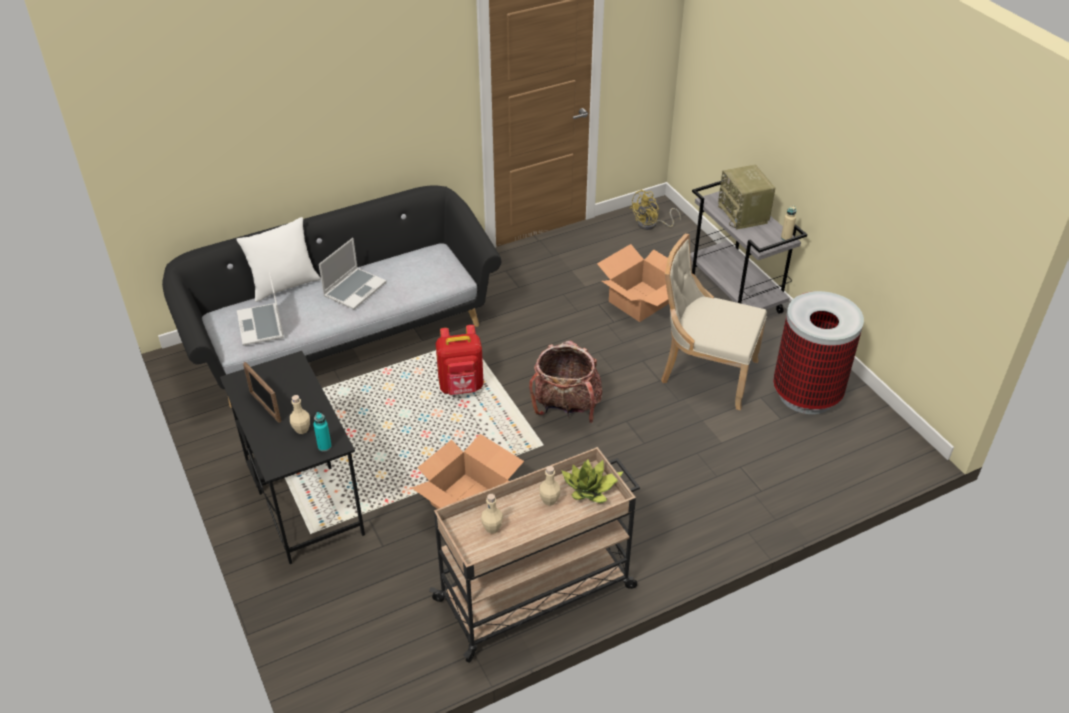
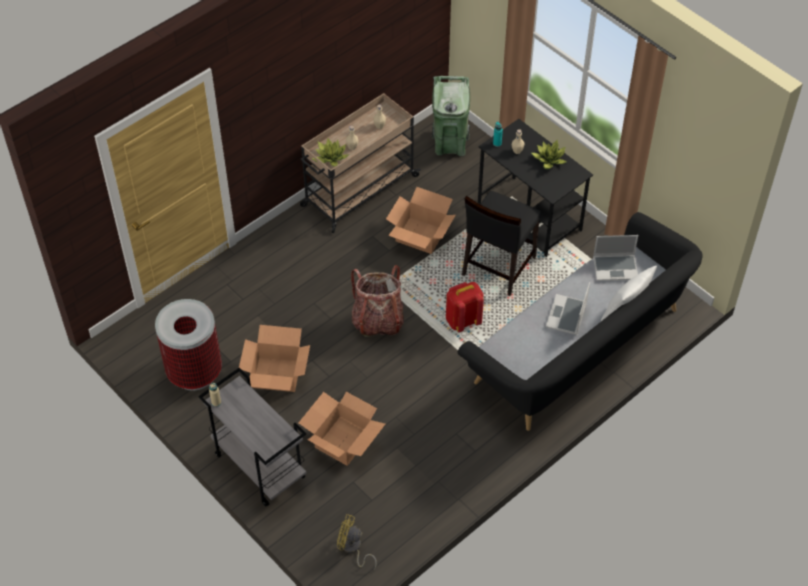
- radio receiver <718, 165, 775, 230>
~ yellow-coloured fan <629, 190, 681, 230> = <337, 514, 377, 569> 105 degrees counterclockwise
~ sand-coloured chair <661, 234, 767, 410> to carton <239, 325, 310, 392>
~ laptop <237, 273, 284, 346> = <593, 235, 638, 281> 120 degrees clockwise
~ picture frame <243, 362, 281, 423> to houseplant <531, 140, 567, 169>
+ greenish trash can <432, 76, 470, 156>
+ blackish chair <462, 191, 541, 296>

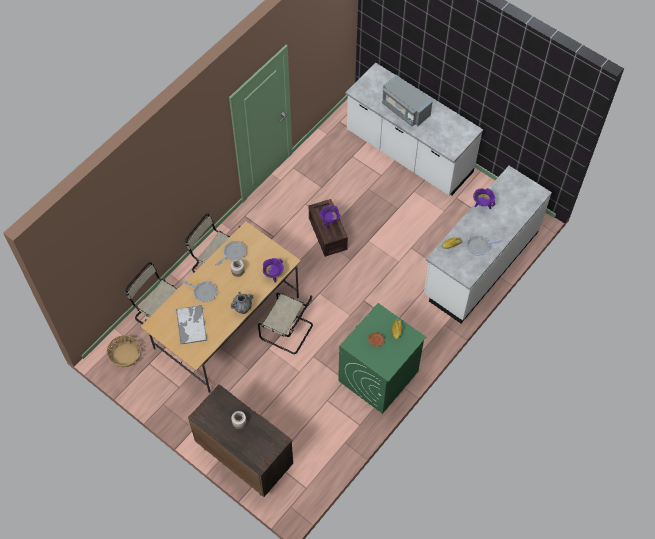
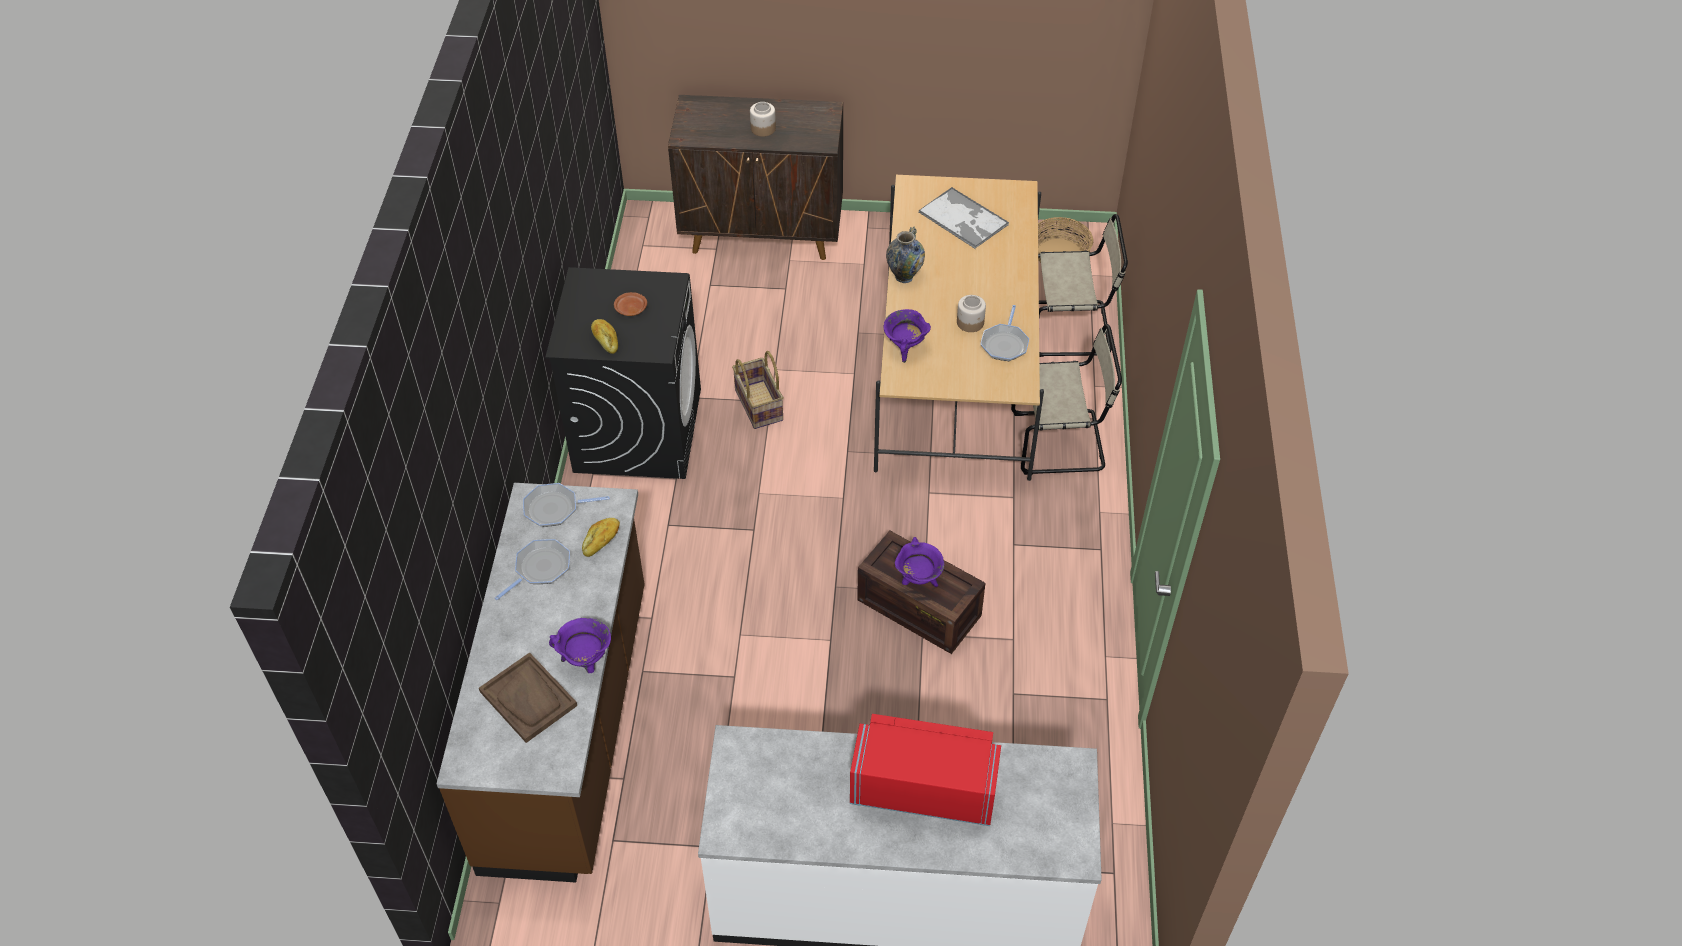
~ greyish microwave <382, 75, 432, 127> to reddish microwave <850, 714, 1001, 826>
~ whitish kitchen base unit <424, 166, 552, 323> to brown kitchen base unit <436, 483, 645, 882>
~ frying pan <183, 281, 217, 302> to <523, 483, 610, 527>
- sand-coloured chair <258, 293, 313, 354>
~ greenish laundry appliance <338, 303, 426, 414> to blackish laundry appliance <545, 267, 701, 479>
+ storage basket <732, 351, 784, 429>
+ brown tray <479, 652, 577, 743>

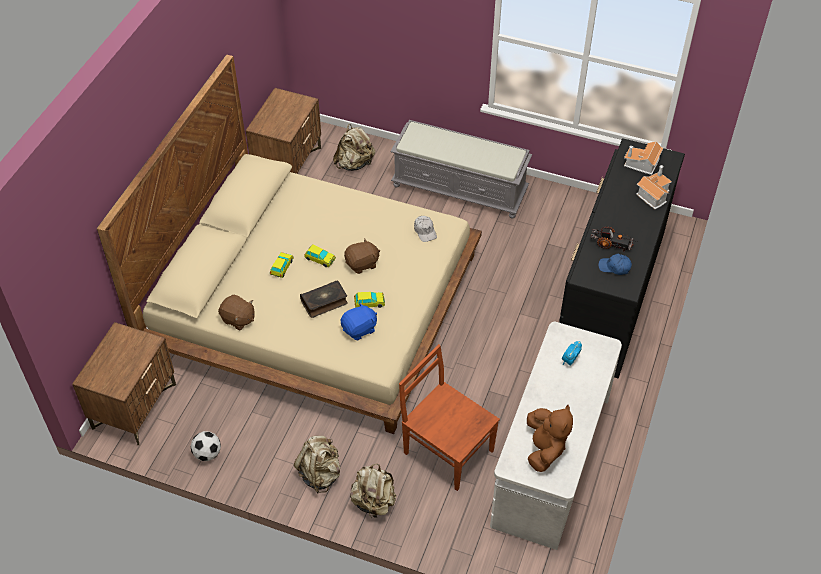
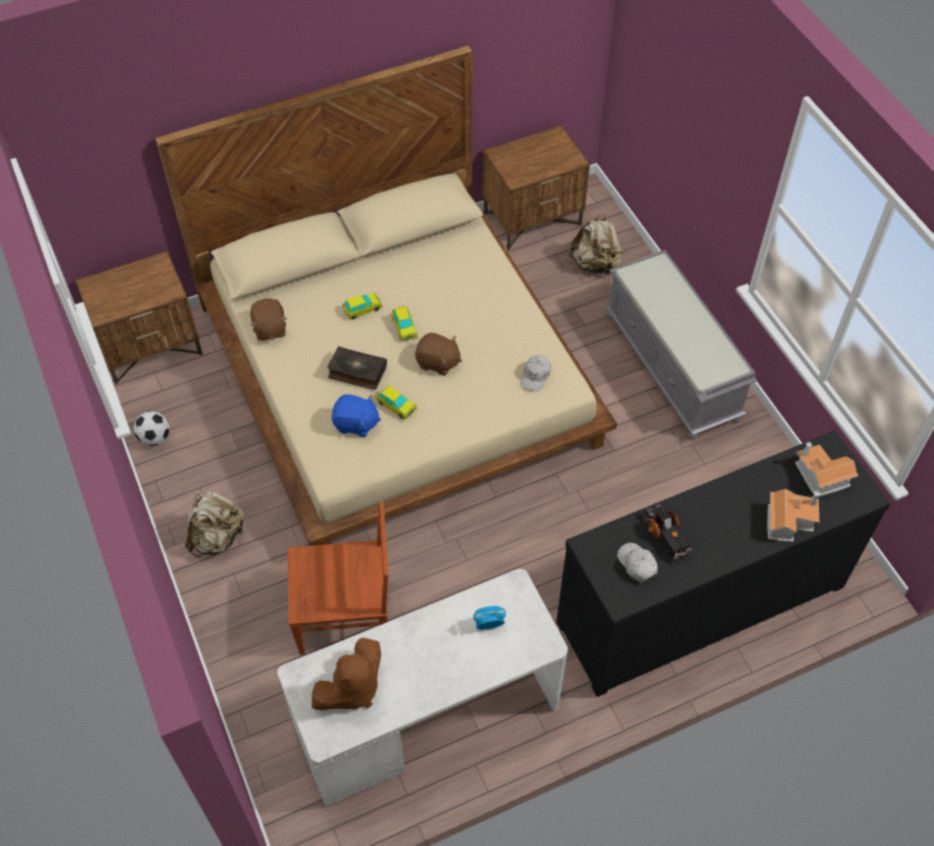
~ bluish cap <598, 254, 632, 275> to whitish cap <617, 543, 658, 583>
~ brown chair <399, 344, 500, 491> = <287, 502, 389, 655> 90 degrees clockwise
- sand-coloured rucksack <350, 464, 396, 518>

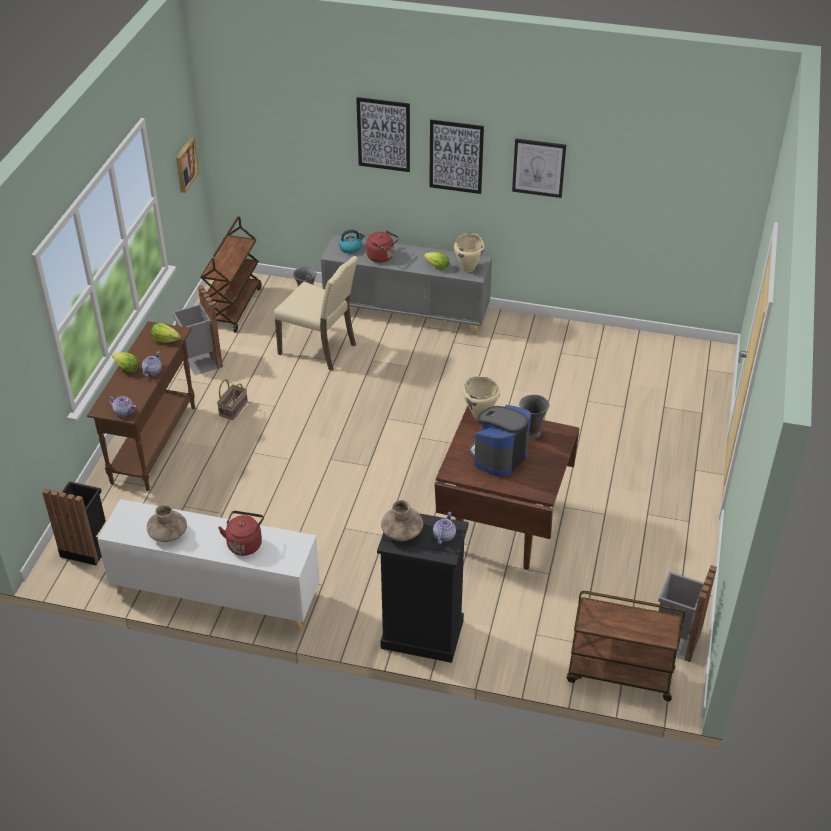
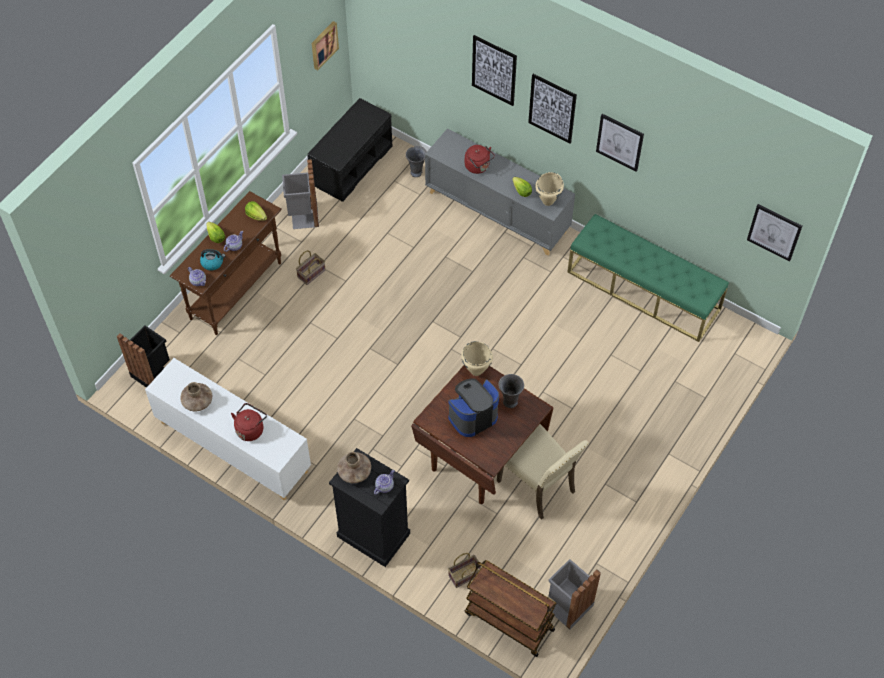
~ brown cart <200, 216, 261, 333> to blackish long seat <307, 98, 392, 202>
~ tea kettle <339, 229, 365, 254> to <200, 249, 225, 270>
~ sand-coloured chair <273, 256, 358, 371> to <497, 424, 589, 520>
+ wall art <747, 204, 802, 262>
+ greenish long seat <568, 214, 729, 342>
+ storage basket <448, 553, 482, 588>

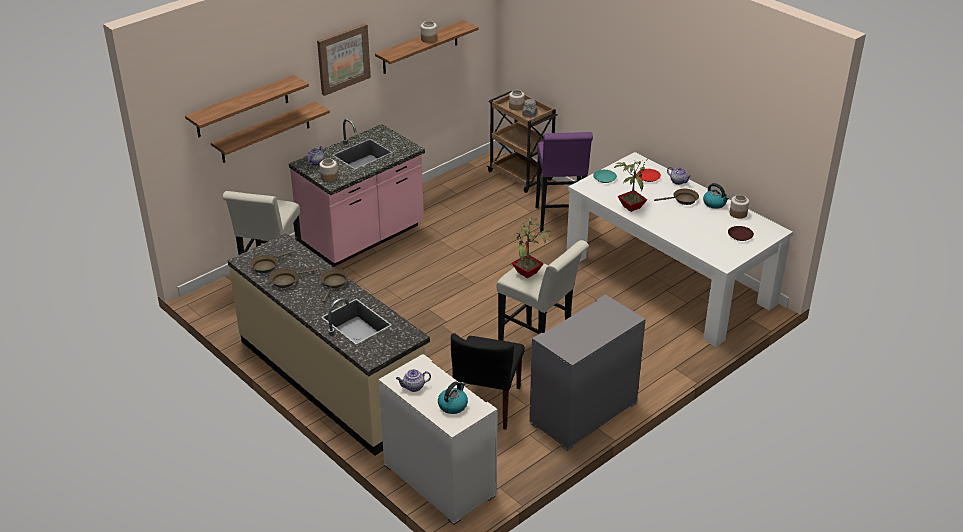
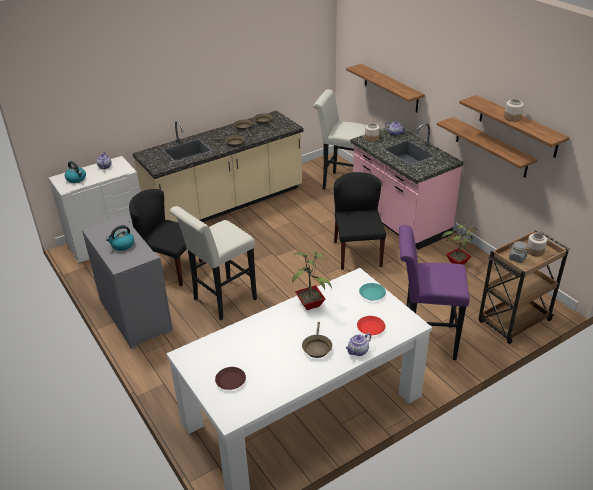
- wall art <317, 23, 371, 96>
~ shelf <185, 75, 309, 137> to <437, 117, 538, 178>
~ tea kettle <703, 183, 729, 209> to <106, 225, 134, 251>
- preserve jar <730, 195, 749, 219>
~ houseplant <512, 217, 550, 278> to <441, 222, 477, 264>
+ blackish chair <334, 172, 386, 270>

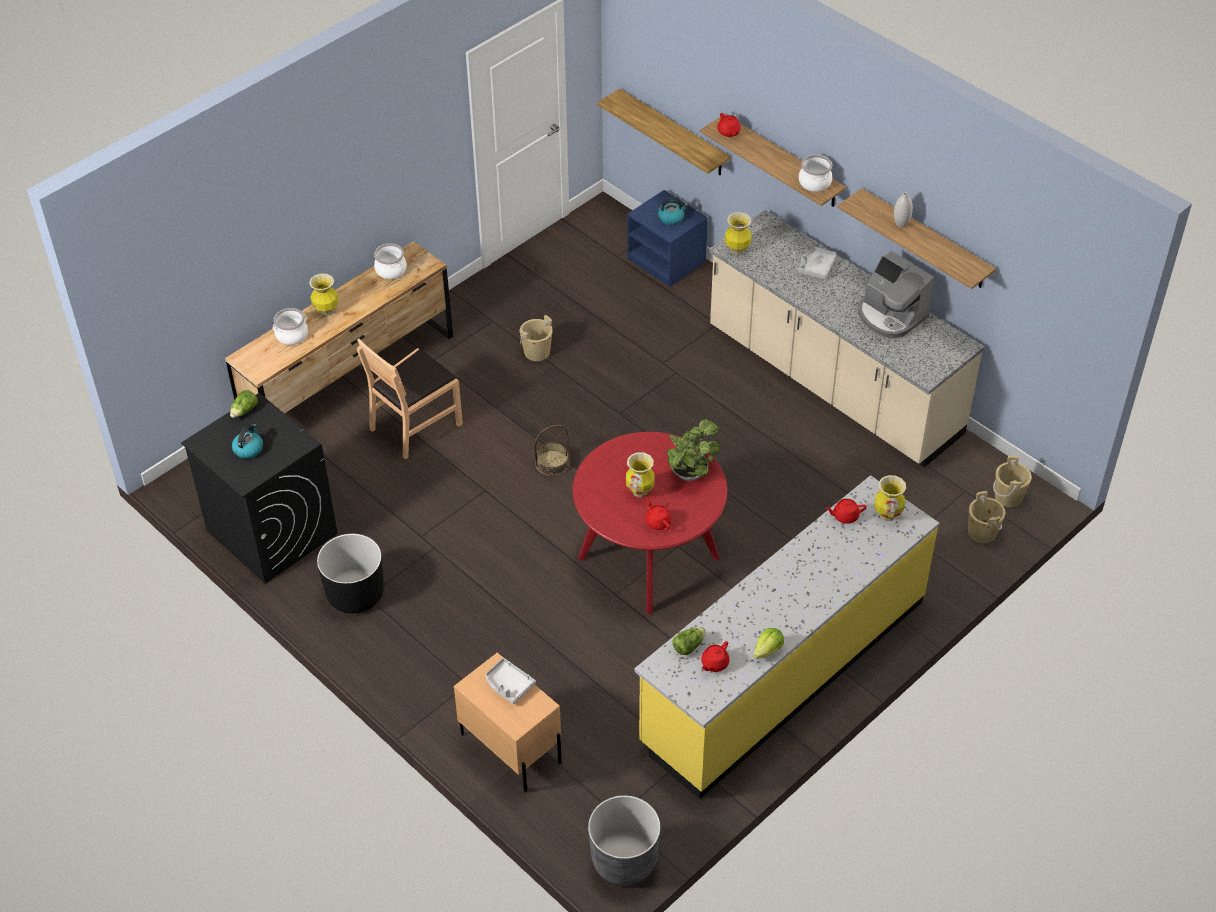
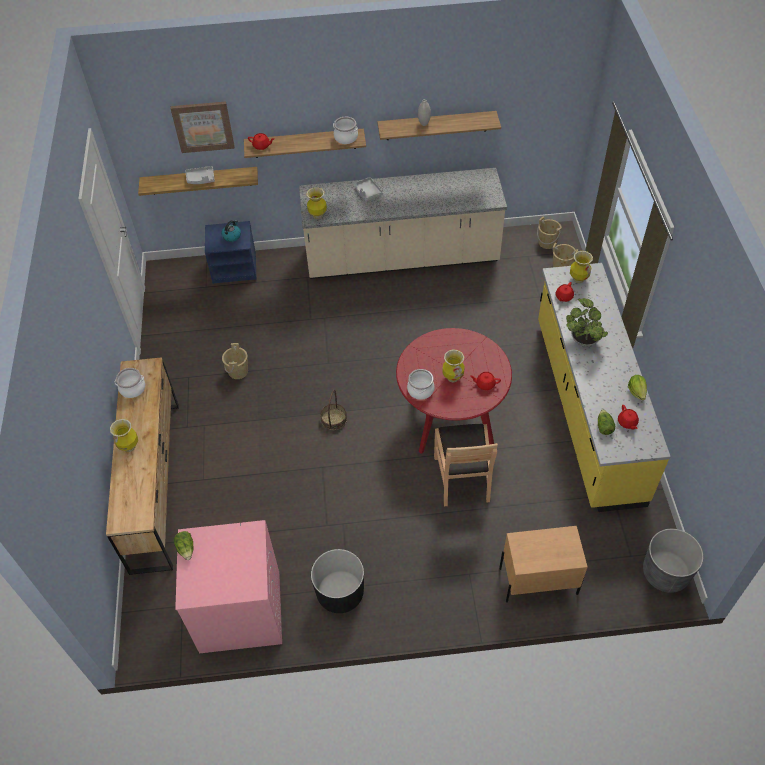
- coffee machine <858, 251, 934, 339>
~ cooking pot <273, 308, 308, 345> to <407, 369, 434, 400>
~ brown chair <357, 339, 463, 460> to <434, 424, 498, 506>
~ blackish laundry appliance <181, 393, 338, 584> to pink laundry appliance <175, 520, 282, 654>
~ houseplant <666, 419, 720, 481> to <566, 298, 608, 347>
- tea kettle <232, 424, 263, 459>
~ greyish tray <485, 658, 536, 704> to <186, 166, 215, 184>
+ wall art <171, 101, 235, 153>

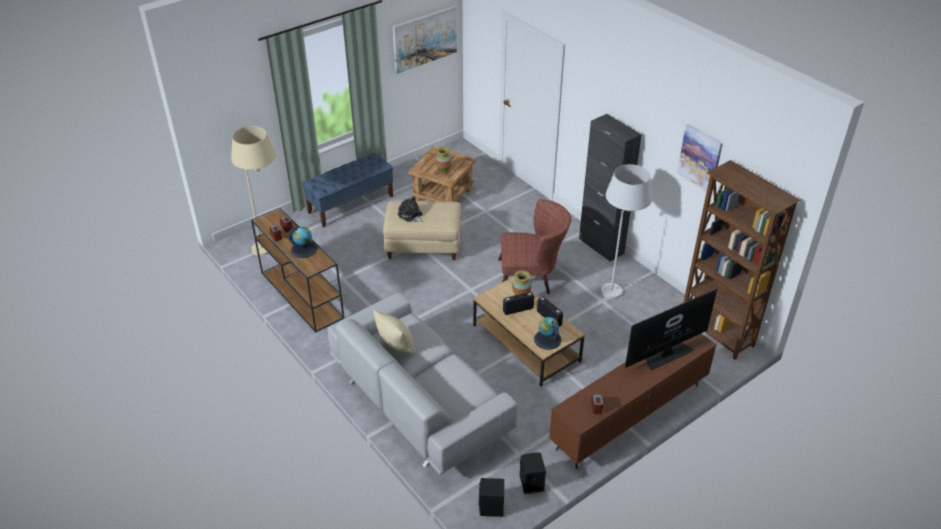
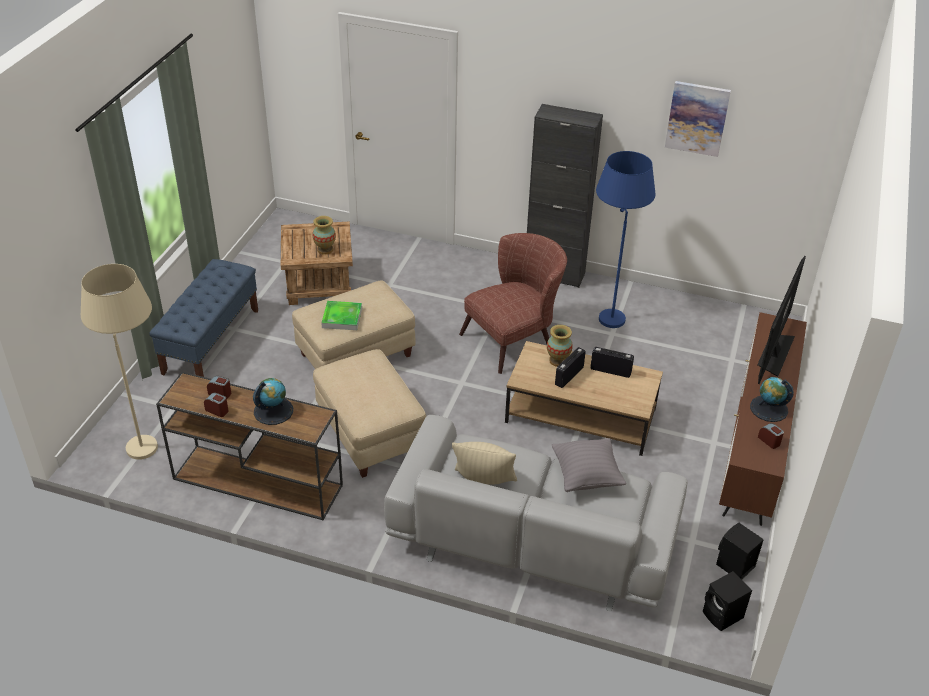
- wall art <393, 6, 457, 74>
- brown bookshelf <683, 160, 800, 360>
~ whitish standing lamp <601, 164, 653, 299> to bluish standing lamp <596, 151, 655, 328>
~ cuddly toy <398, 196, 424, 222> to tray <322, 301, 362, 330>
~ desk globe <534, 317, 562, 350> to <750, 377, 794, 422>
+ sand-coloured ottoman <313, 349, 426, 478>
+ greyish cushion <552, 438, 626, 492>

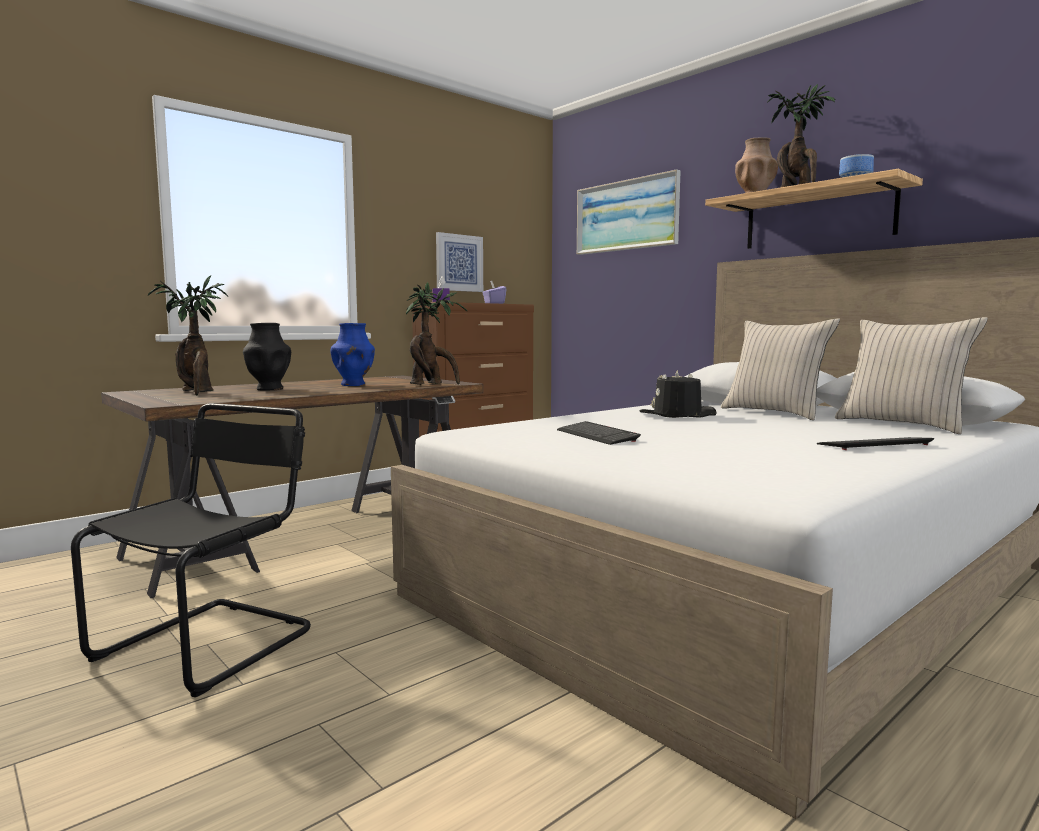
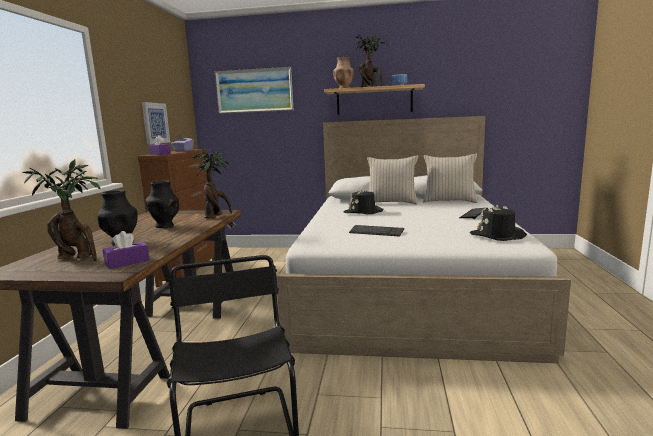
~ bluish flower vase <330, 323, 375, 386> to blackish flower vase <145, 181, 179, 228>
+ blackish hat <470, 204, 527, 241>
+ purplish box of tissues <103, 231, 150, 269>

